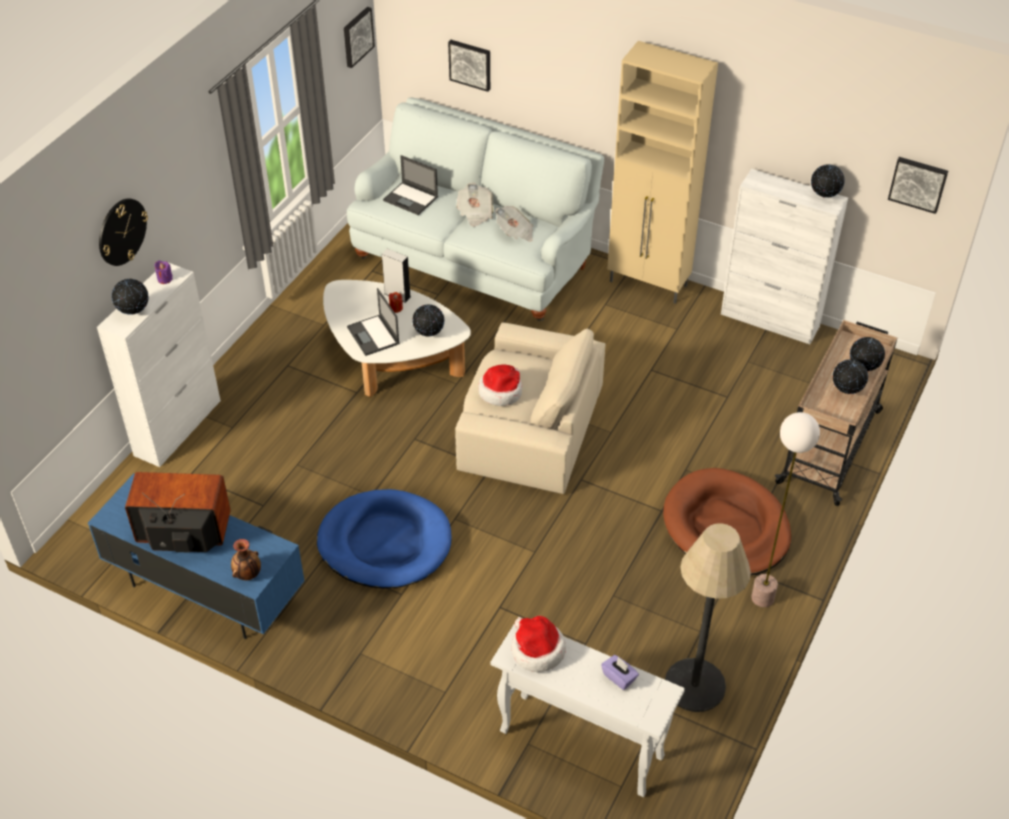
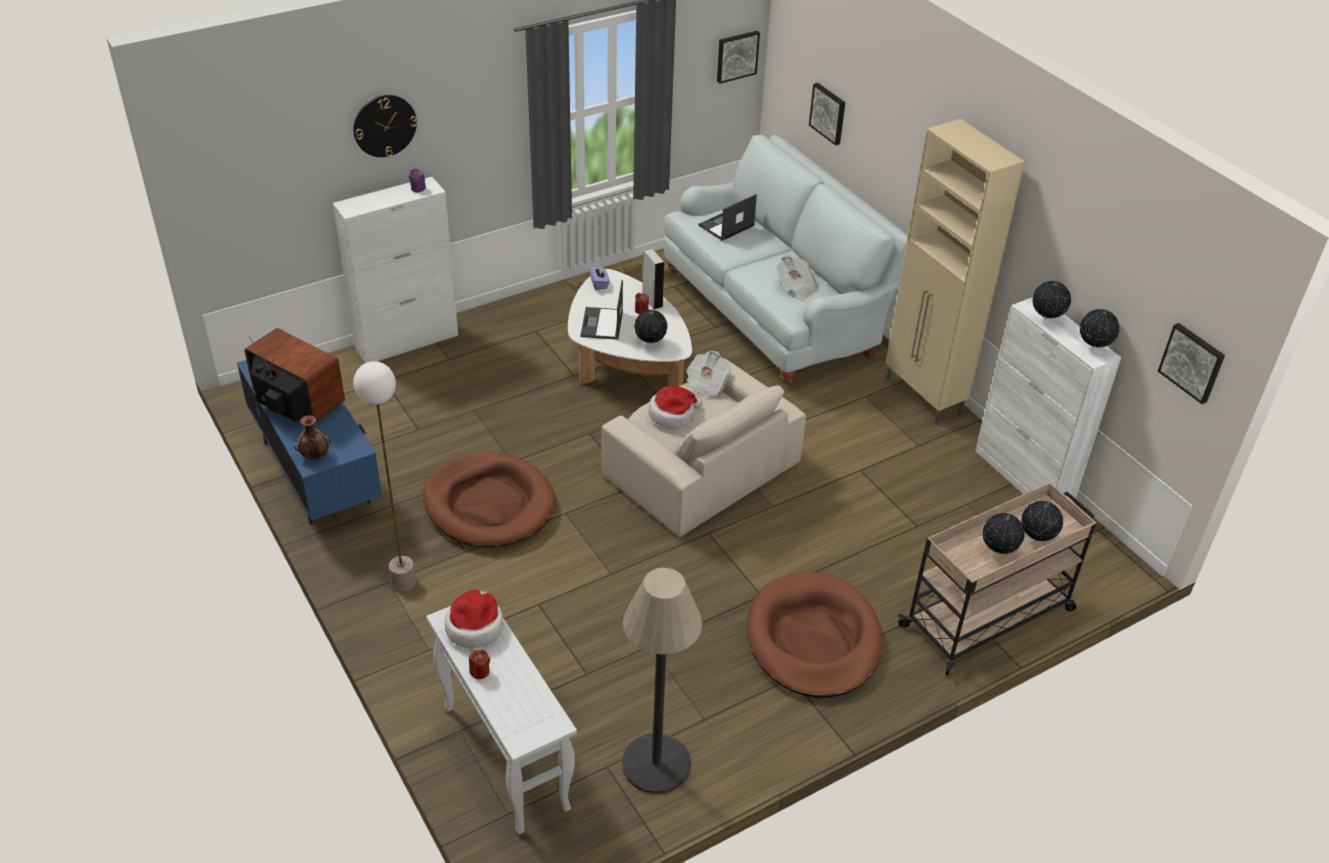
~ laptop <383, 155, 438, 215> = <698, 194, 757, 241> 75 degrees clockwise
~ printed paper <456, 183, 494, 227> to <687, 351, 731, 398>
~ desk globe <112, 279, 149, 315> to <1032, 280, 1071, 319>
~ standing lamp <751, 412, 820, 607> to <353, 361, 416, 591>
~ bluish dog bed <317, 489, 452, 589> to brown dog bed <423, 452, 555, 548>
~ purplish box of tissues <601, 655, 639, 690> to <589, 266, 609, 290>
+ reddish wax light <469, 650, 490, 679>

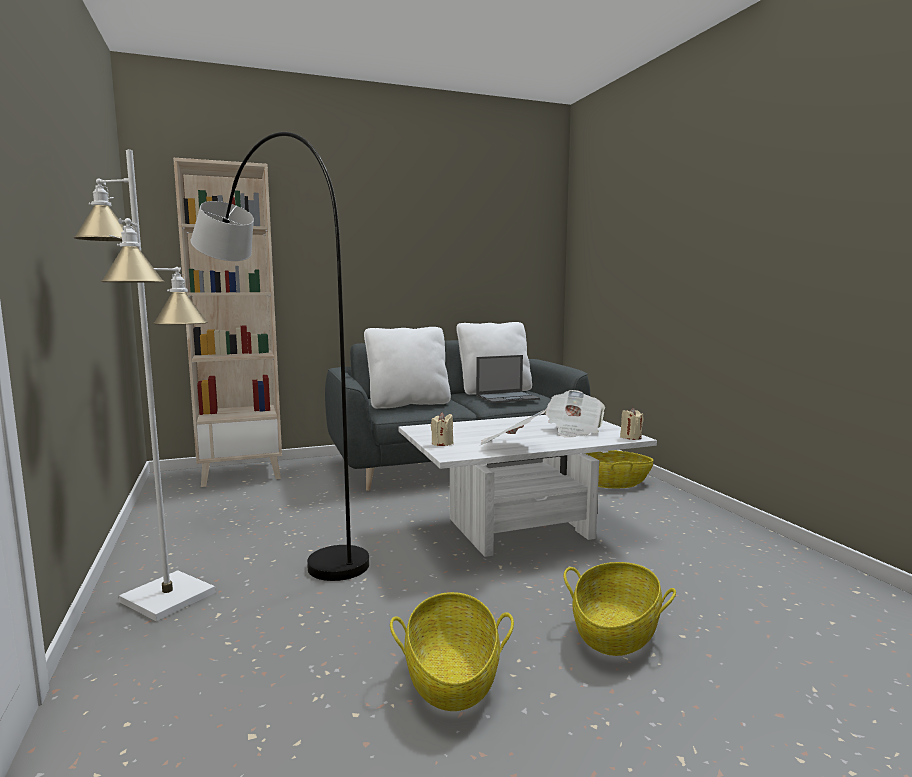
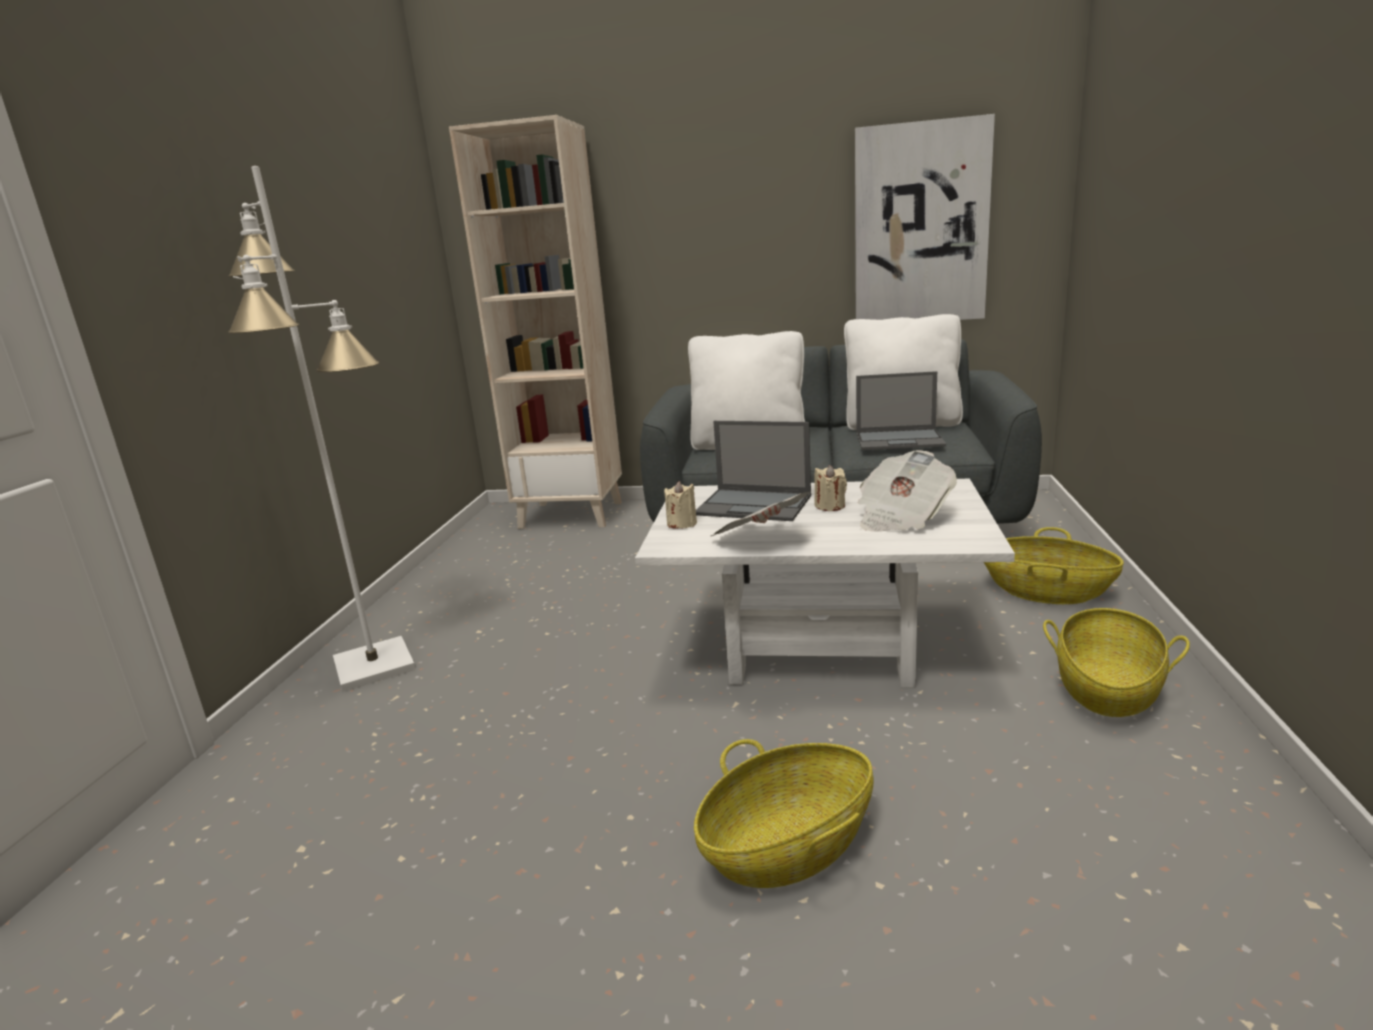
- greyish standing lamp <191, 132, 369, 581>
~ sand-coloured wax light <620, 408, 644, 440> to <814, 465, 847, 511>
~ storage basket <390, 592, 514, 711> to <1043, 608, 1190, 717>
+ wall art <855, 114, 995, 320>
+ laptop <696, 421, 811, 521>

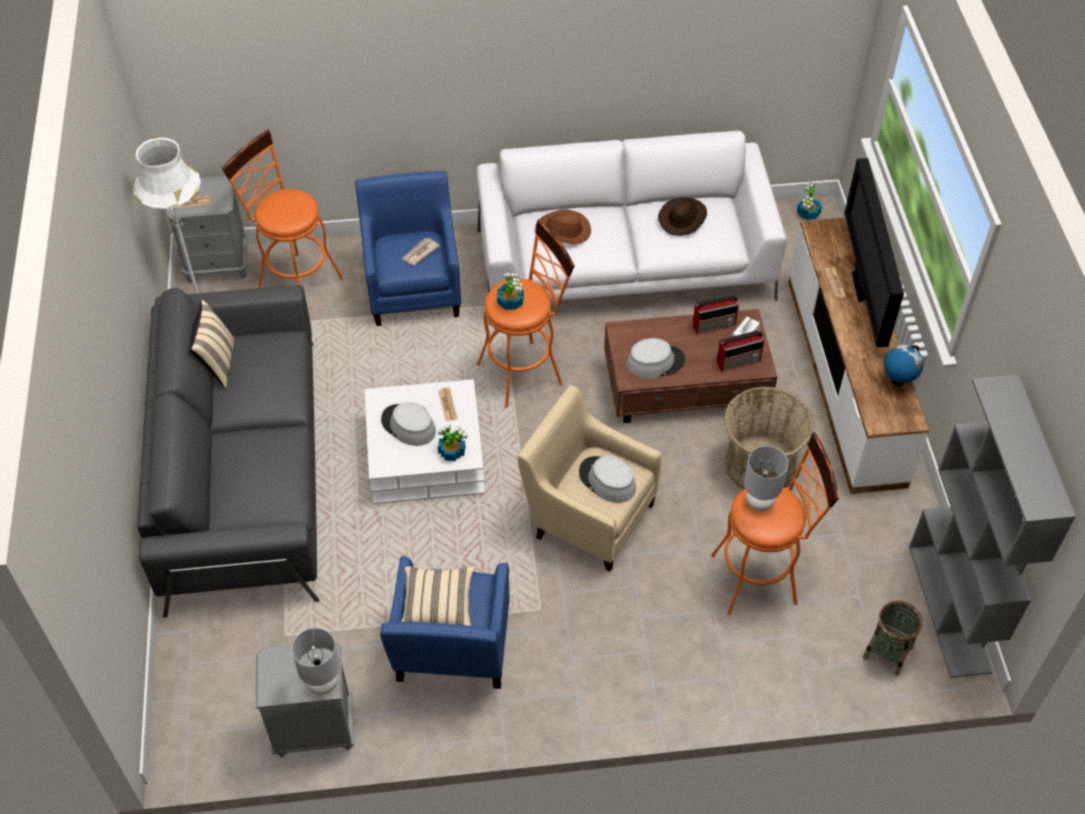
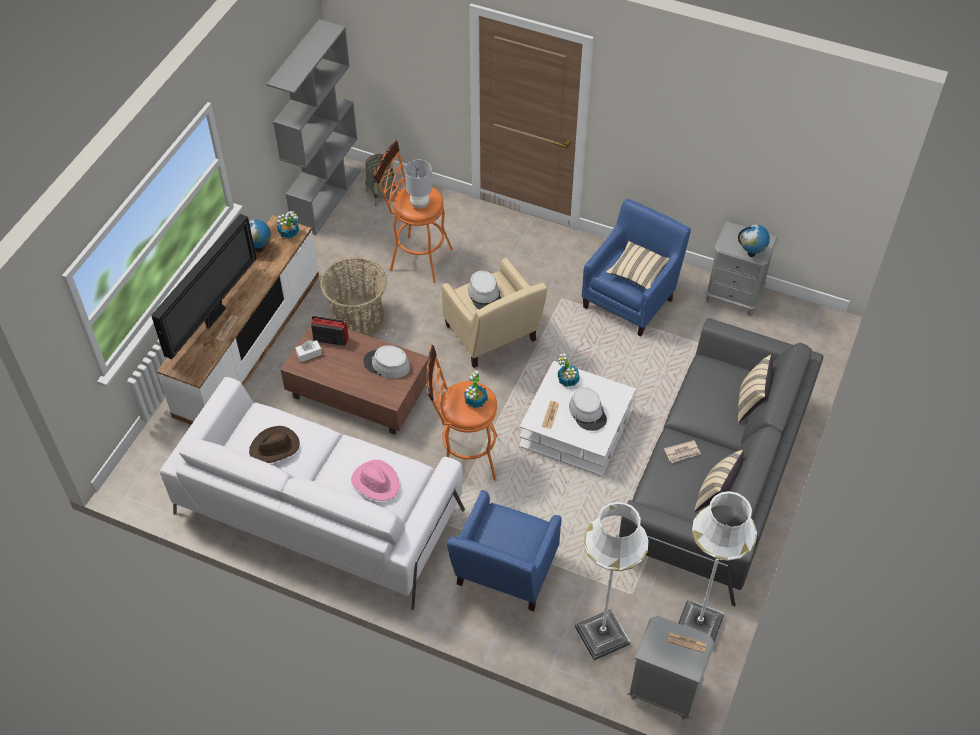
~ orange-coloured stool seat <222, 129, 343, 288> to whitish standing lamp <575, 501, 649, 661>
~ houseplant <797, 181, 822, 220> to <277, 211, 299, 238>
~ brown hat <536, 210, 591, 245> to pink hat <351, 460, 400, 501>
~ printed paper <402, 238, 440, 266> to <664, 440, 701, 463>
- radio receiver <693, 295, 739, 335>
- greyish lamp for a table <292, 628, 340, 695>
+ desk globe <738, 224, 770, 257>
+ sand-coloured cushion <738, 355, 773, 423>

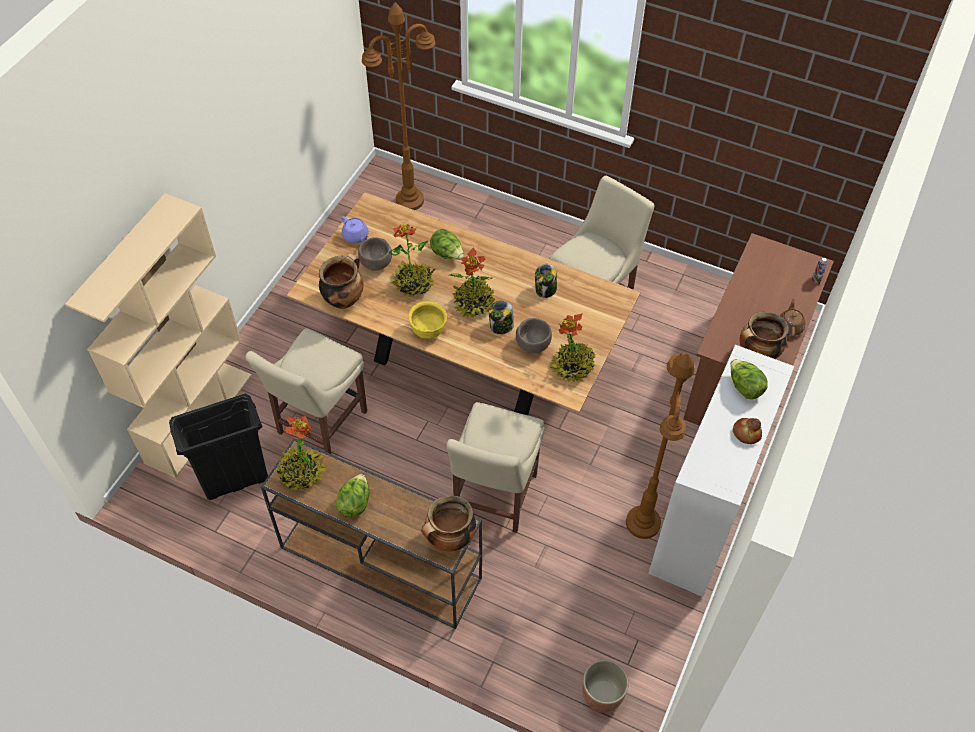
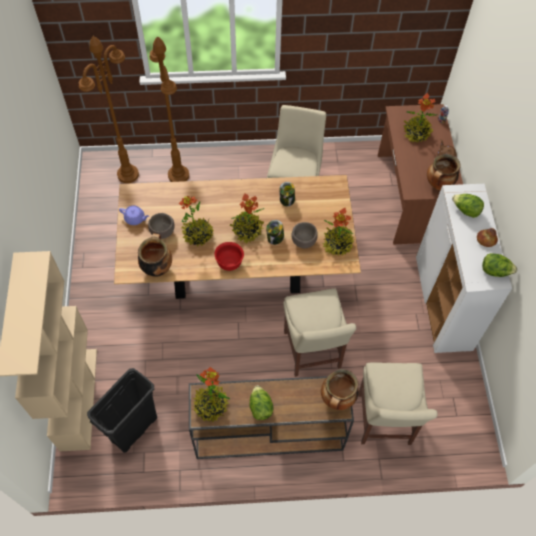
~ head of lettuce <430, 229, 464, 260> to <482, 253, 517, 277>
~ yellow-coloured serving bowl <408, 301, 447, 339> to reddish serving bowl <215, 242, 244, 271>
~ sand-coloured chair <245, 328, 367, 454> to <358, 363, 438, 445>
~ brown standing lamp <626, 352, 695, 539> to <150, 36, 189, 182>
- plant pot <582, 660, 629, 713>
+ houseplant <404, 93, 438, 142>

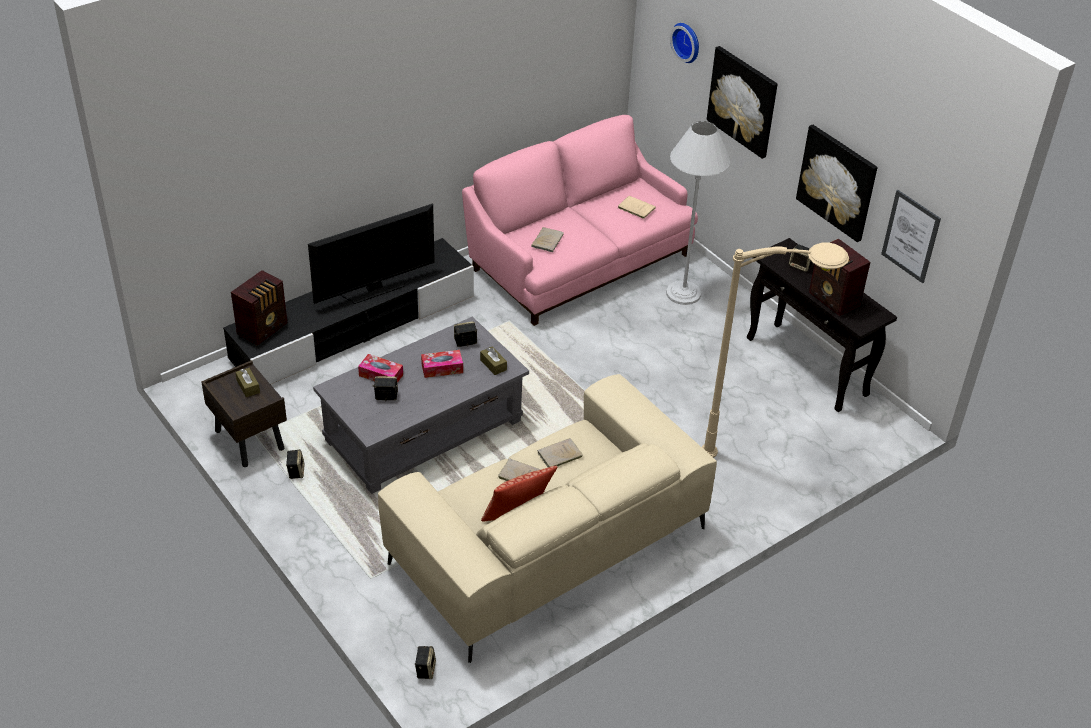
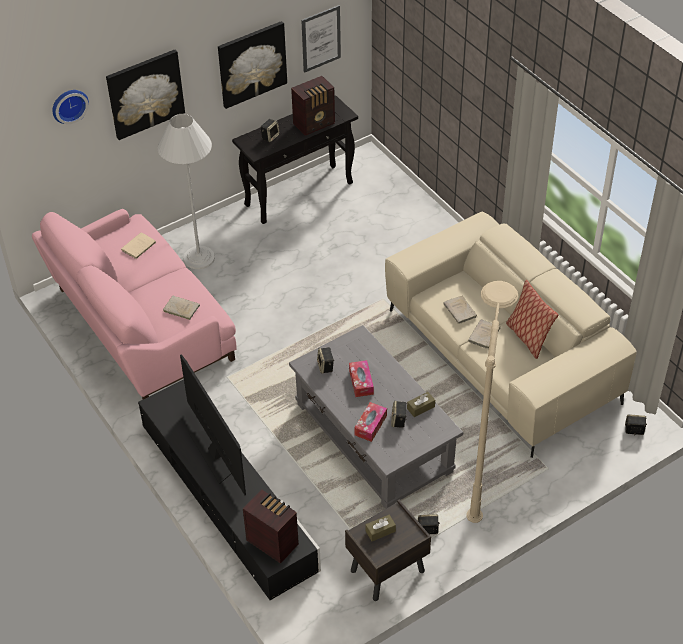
~ sand-coloured standing lamp <702, 243, 849, 458> to <466, 281, 518, 523>
~ brown box of tissues <480, 346, 507, 375> to <407, 392, 435, 417>

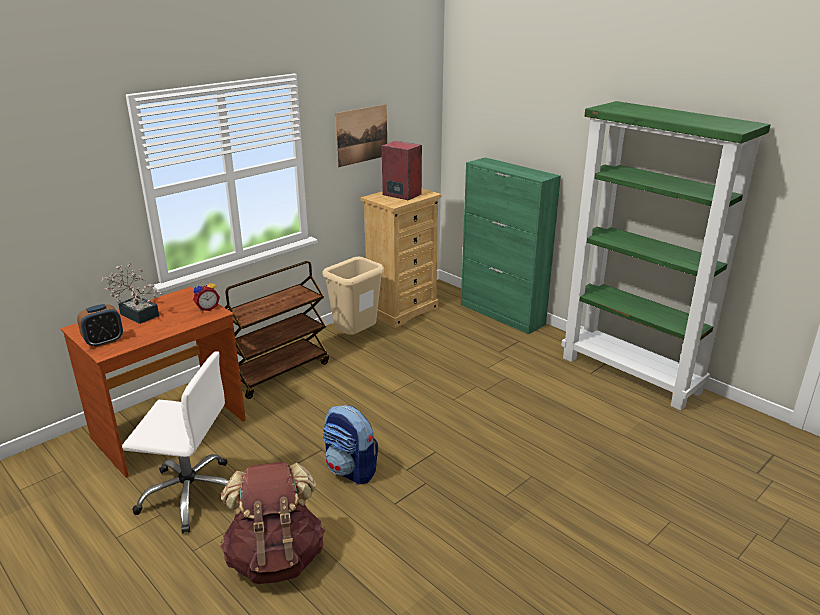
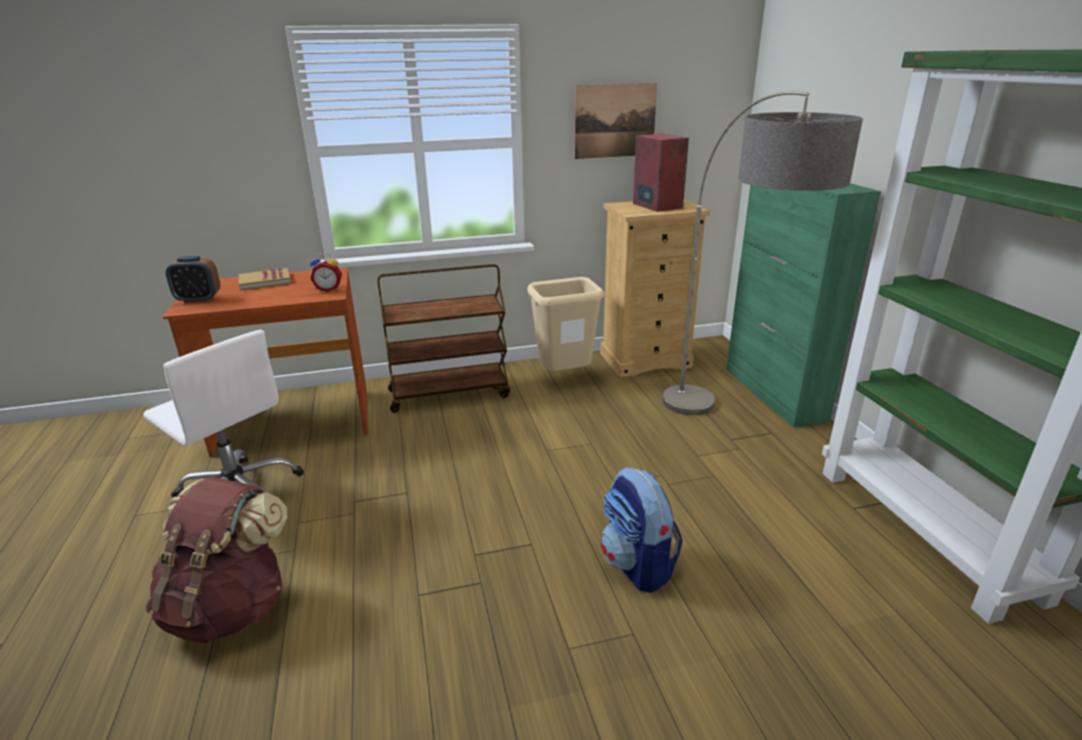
~ houseplant <102, 263, 162, 324> to volume <239, 268, 291, 290>
~ rucksack <323, 405, 378, 485> to <601, 467, 683, 593>
+ standing lamp <662, 92, 863, 415>

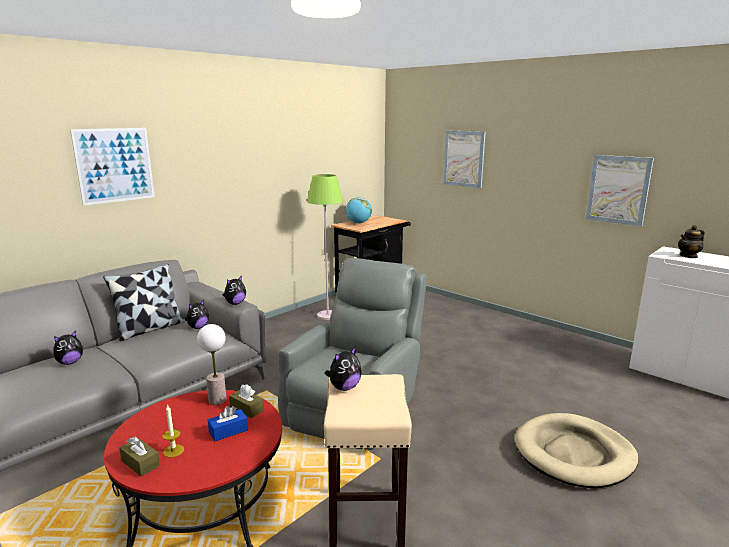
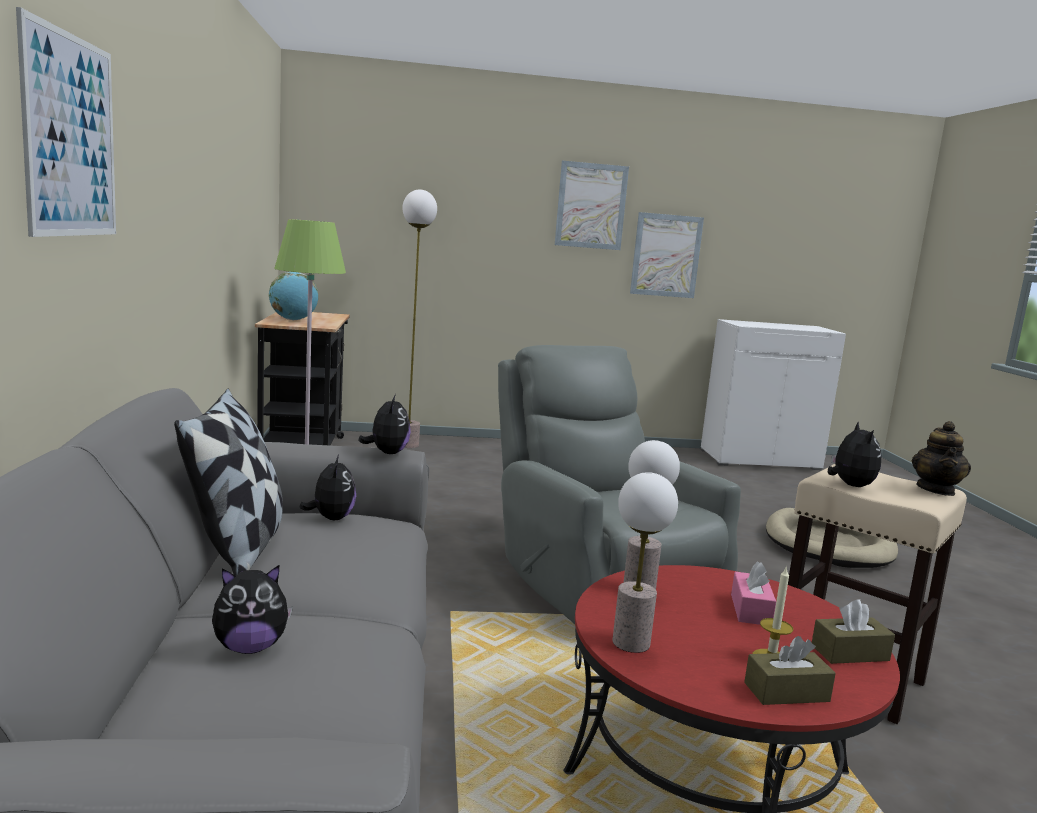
~ wall art <443, 131, 486, 188> to <555, 161, 629, 250>
~ tea pot <678, 225, 705, 258> to <912, 421, 971, 496>
~ cuddly toy <54, 331, 83, 365> = <212, 565, 293, 654> 75 degrees clockwise
~ brown box of tissues <229, 384, 264, 418> to <812, 599, 895, 664>
~ bluish box of tissues <208, 406, 248, 441> to pink box of tissues <731, 561, 776, 625>
+ standing lamp <402, 189, 437, 448>
+ lamp for a table <613, 472, 678, 653>

